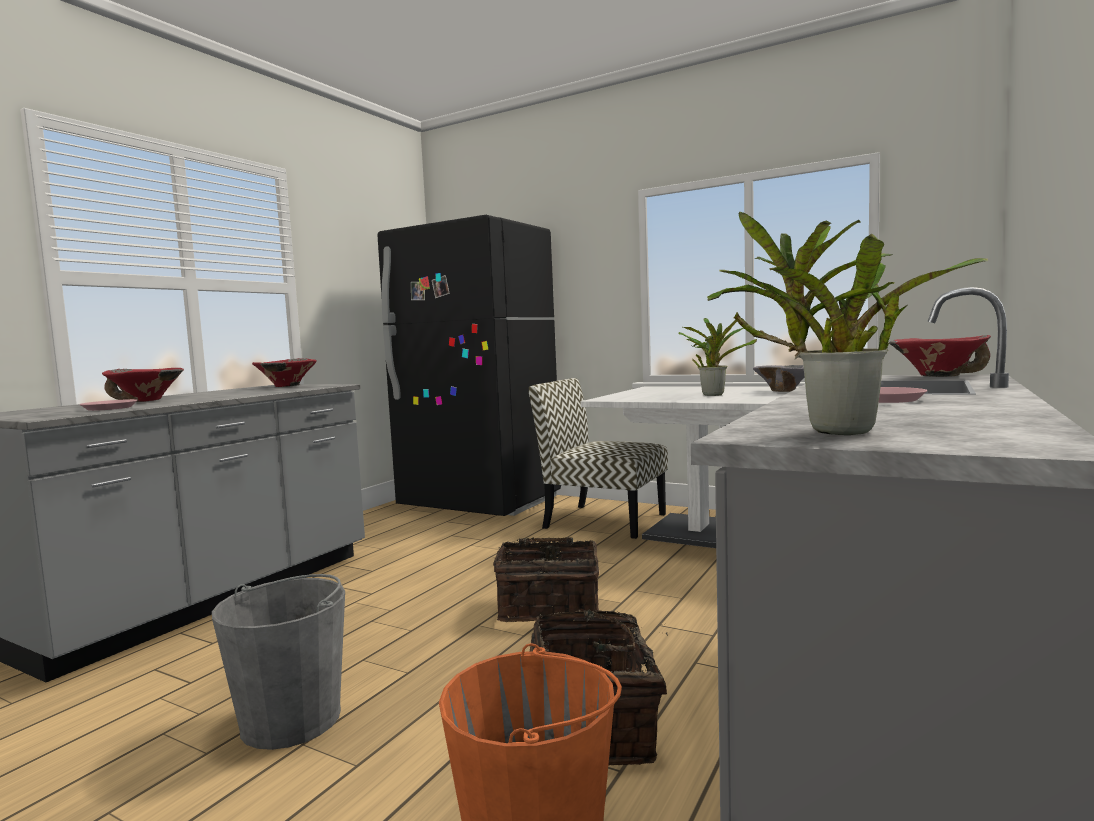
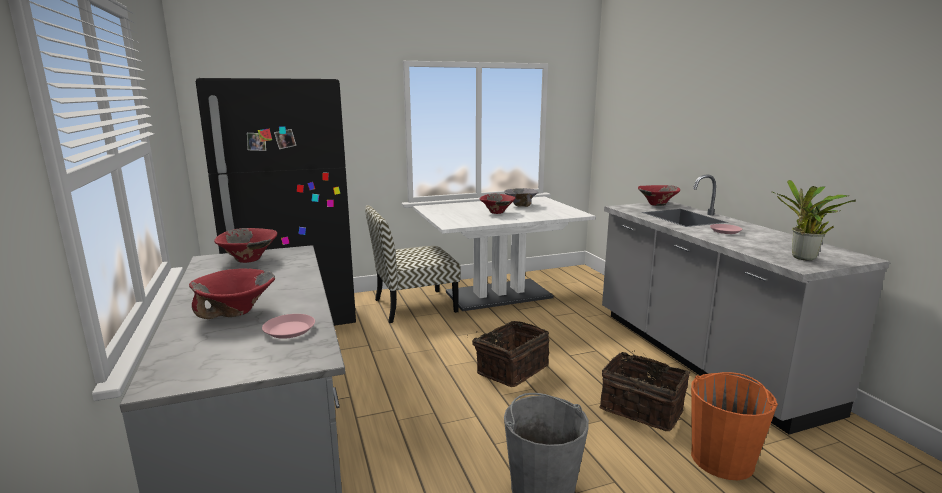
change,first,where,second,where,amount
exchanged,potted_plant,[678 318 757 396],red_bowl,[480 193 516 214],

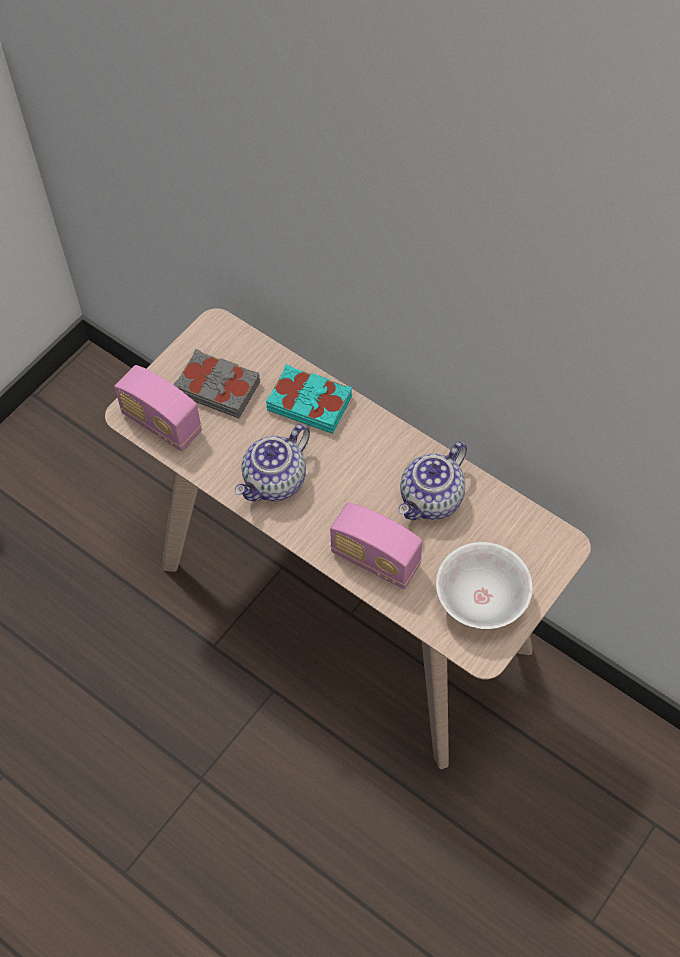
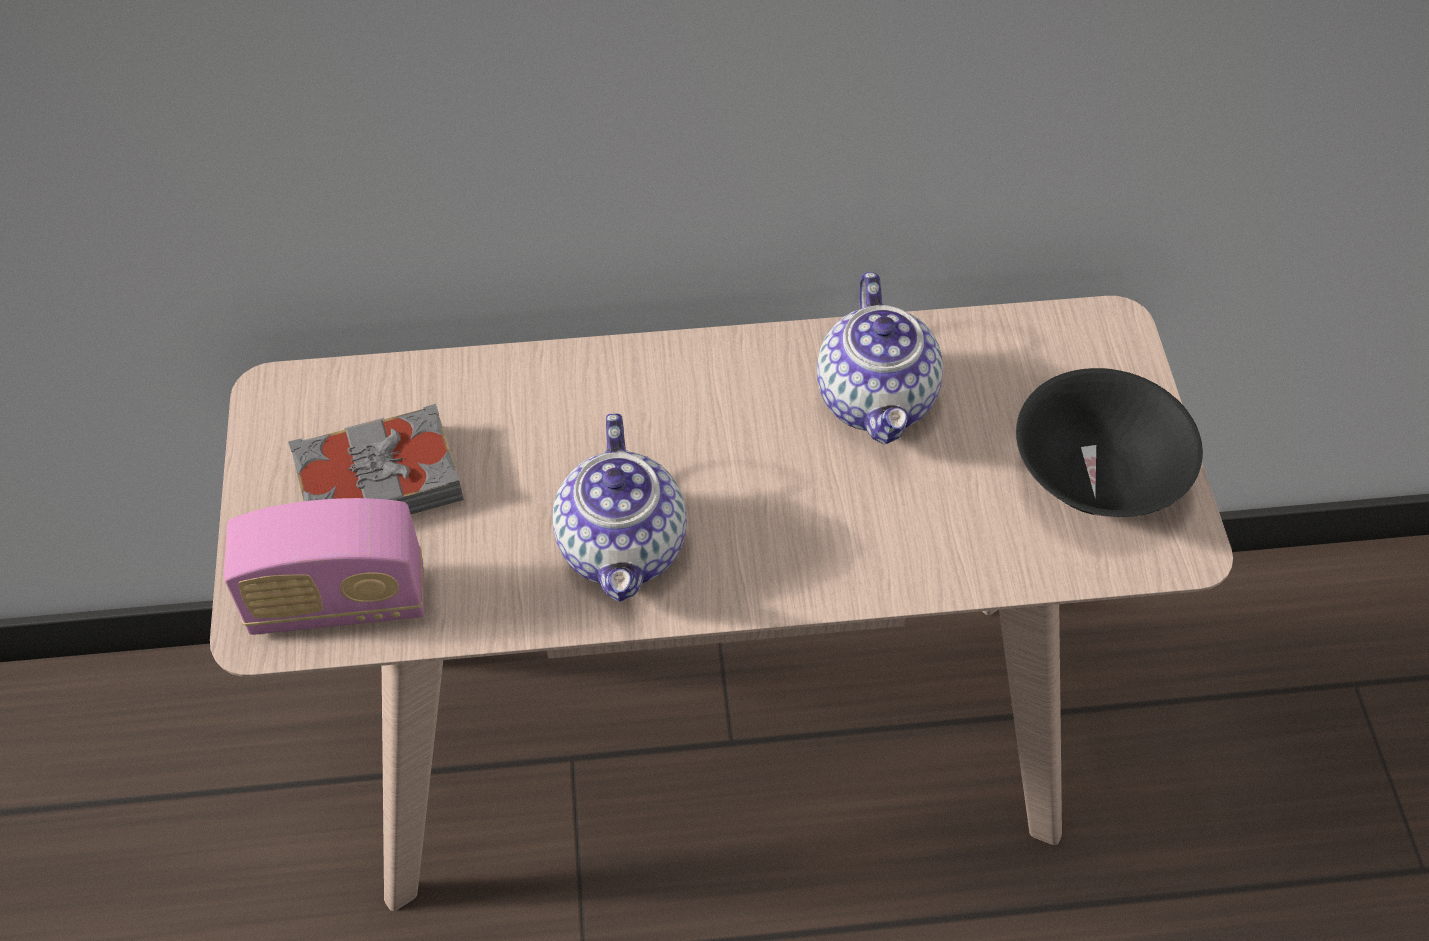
change,first,where,second,where,amount
colour,white_bowl,[436 542 533 629],black_bowl,[1016 368 1203 517],
missing,turquoise_book,[266 364 352 434],,,
missing,radio,[330 502 422 589],,,

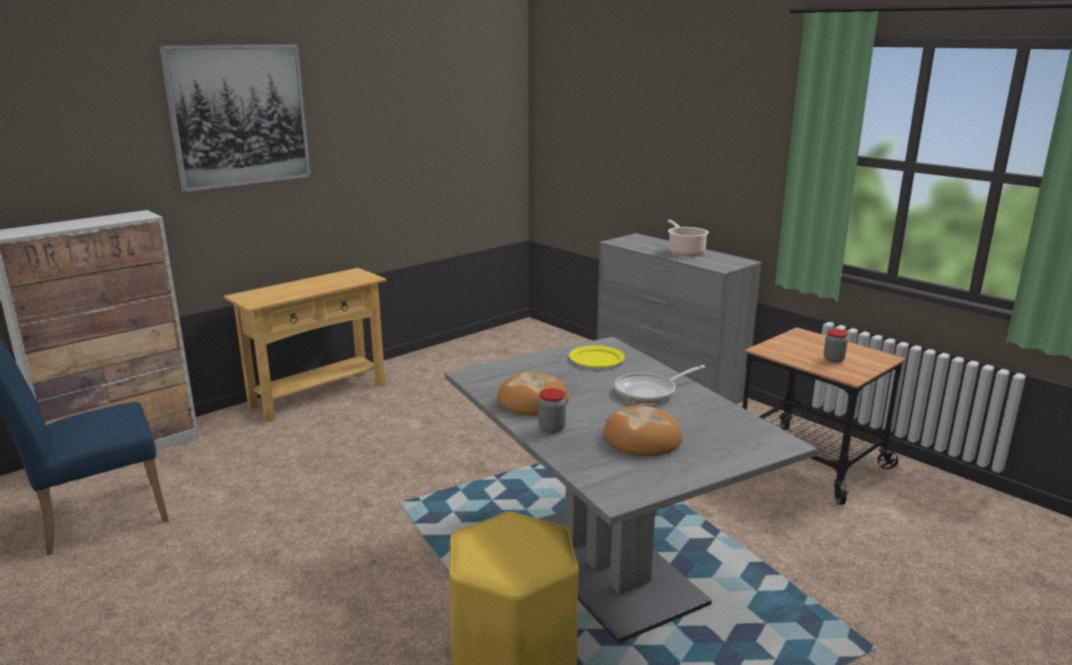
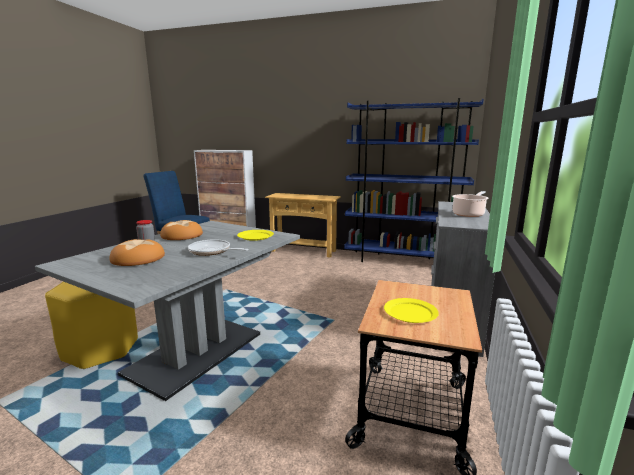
change,first,where,second,where,amount
appeared,,,blue_bookcase,[344 98 484 262],
exchanged,jar,[824 329 848 363],yellow_plate,[384 298 439 323],
missing,picture,[159 44 311 192],,,

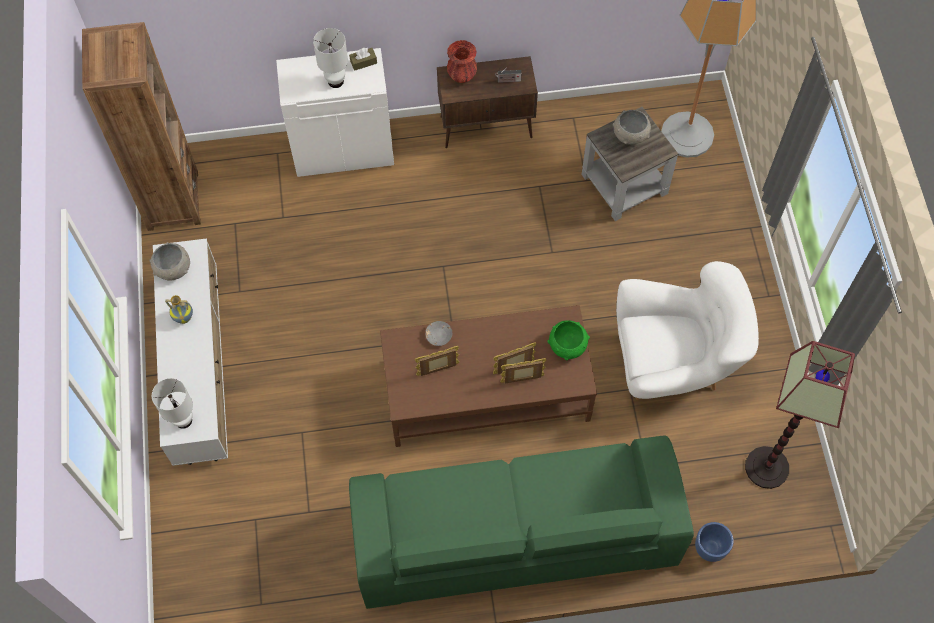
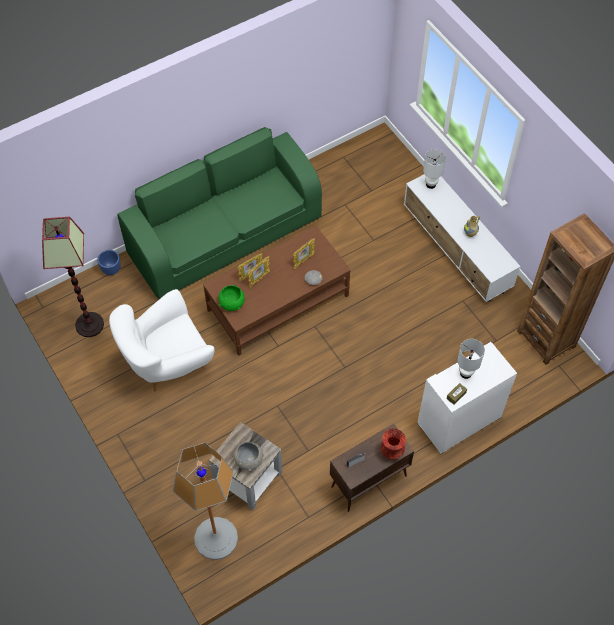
change,first,where,second,where,amount
missing,grey_bowl,[149 242 190 281],,,

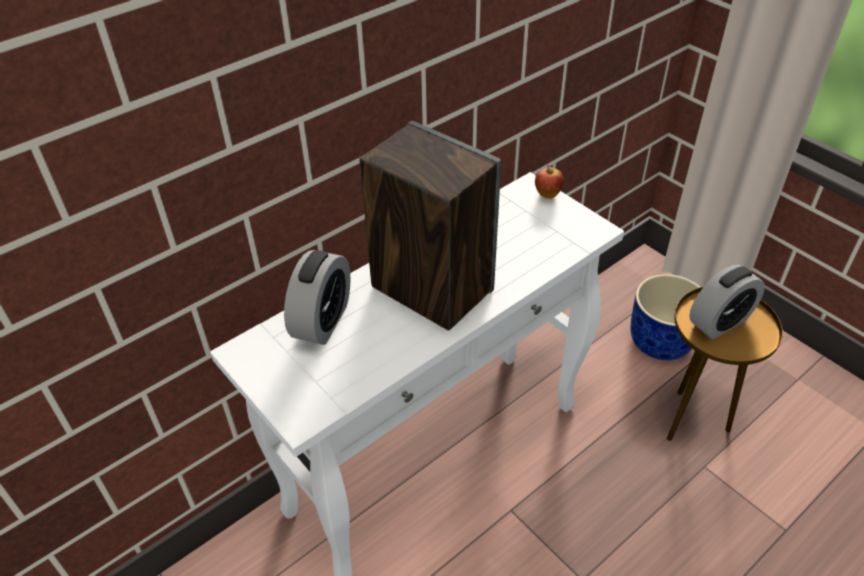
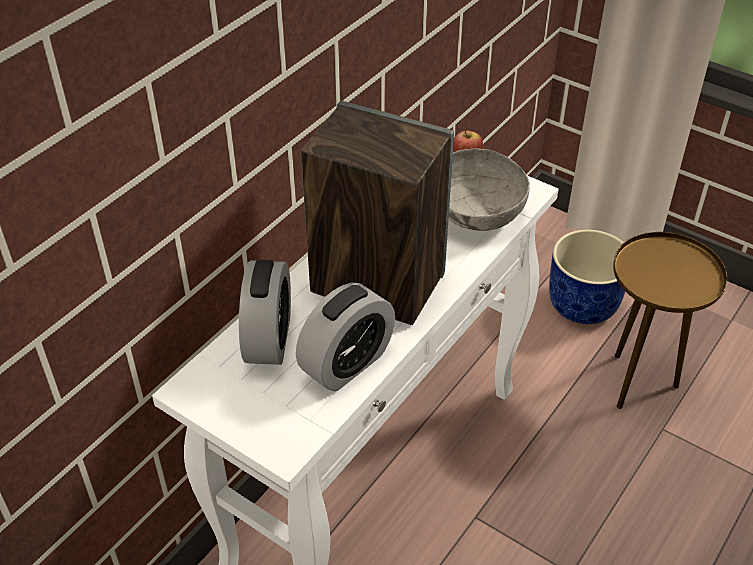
change,first,where,second,where,amount
relocated,alarm_clock,[689 265 765 339],,[296 283 395 391],
appeared,,,grey_bowl,[449 148 530 231],

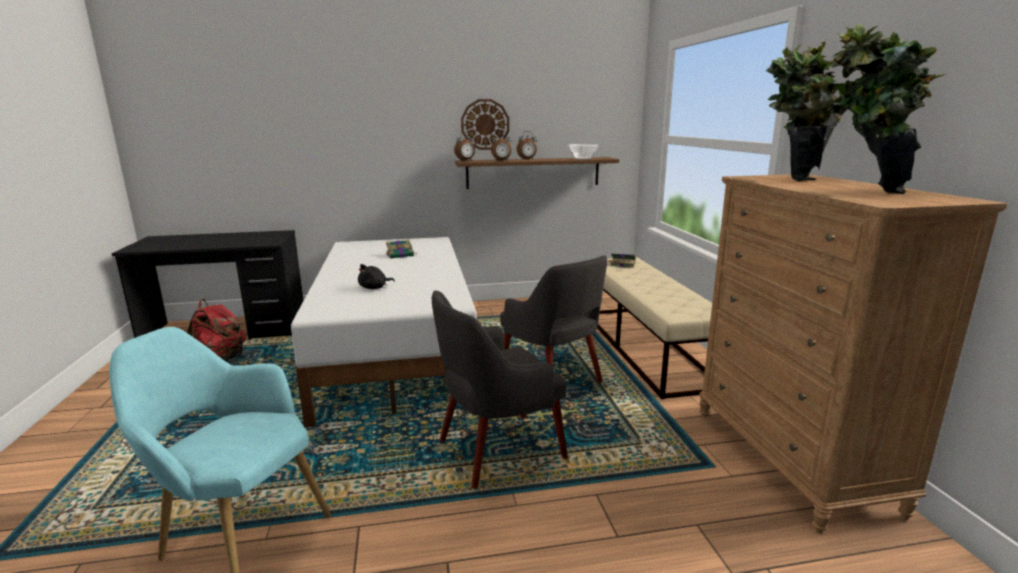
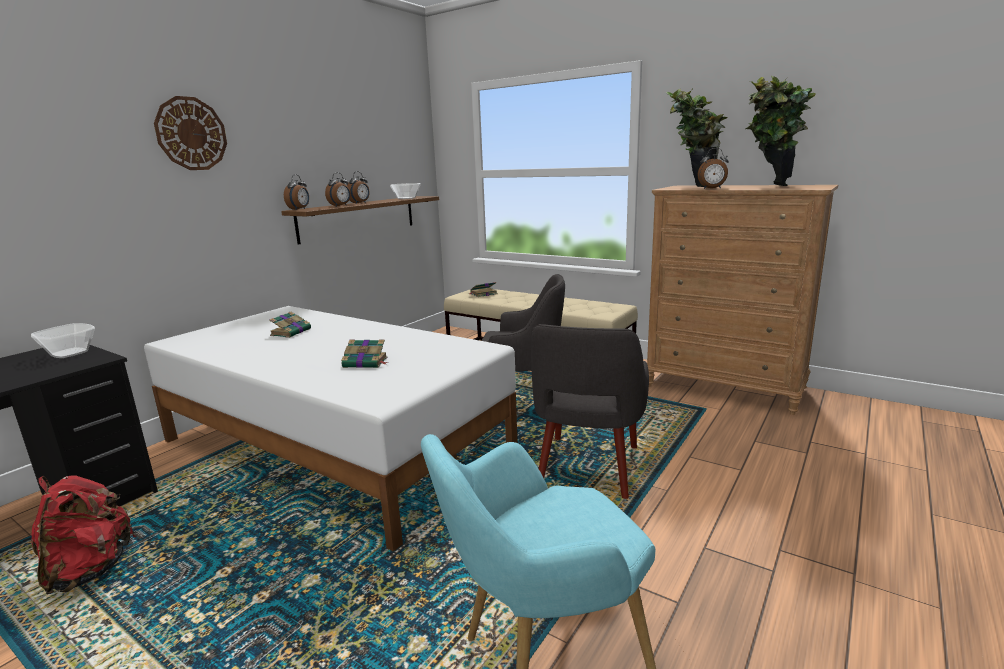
change,first,where,second,where,amount
appeared,,,bowl,[31 323 95 358],
relocated,wall_clock,[461 99 509 150],,[154 96 227 170],
exchanged,black_plush_toy,[358 264 395 289],book,[341 340 388 368],
appeared,,,alarm_clock,[697 148 729 189],

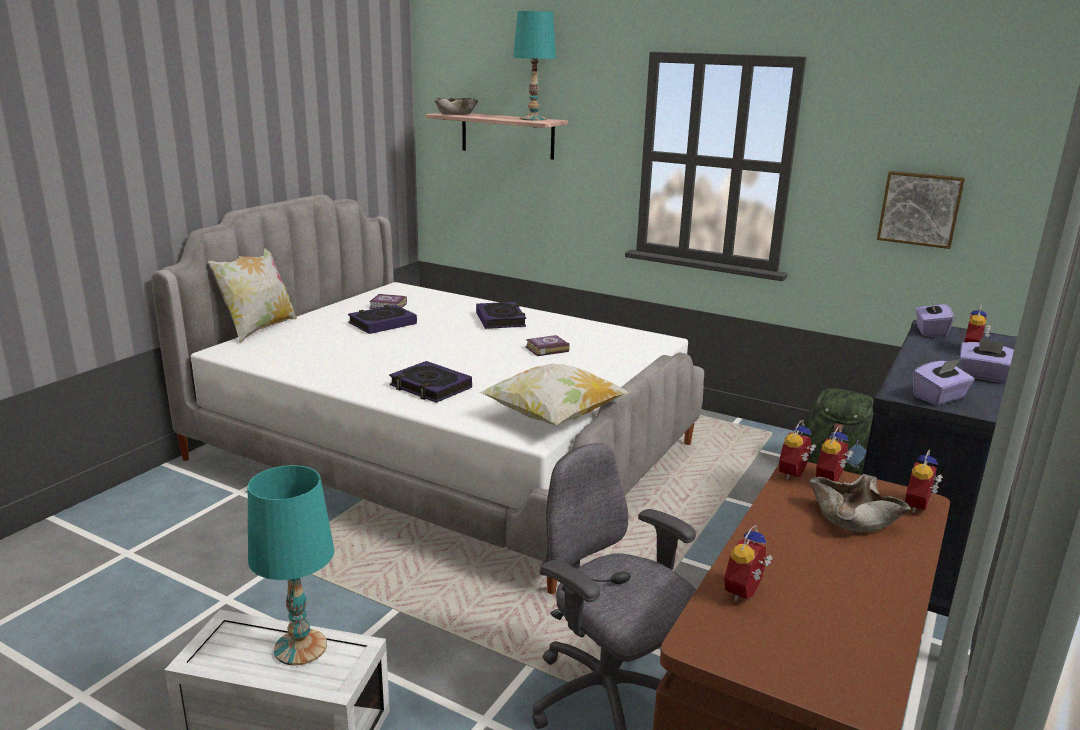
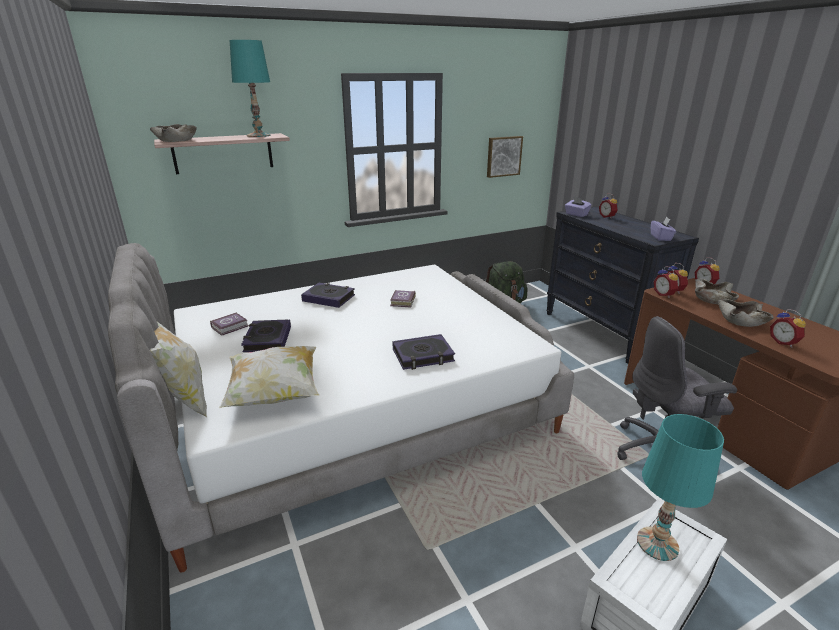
change,first,where,second,where,amount
relocated,pillow,[478 363 629 425],,[219 346 319 408],
appeared,,,beige_bowl,[718 299 774 327],
missing,purple_tissue_box,[960 339 1014 383],,,

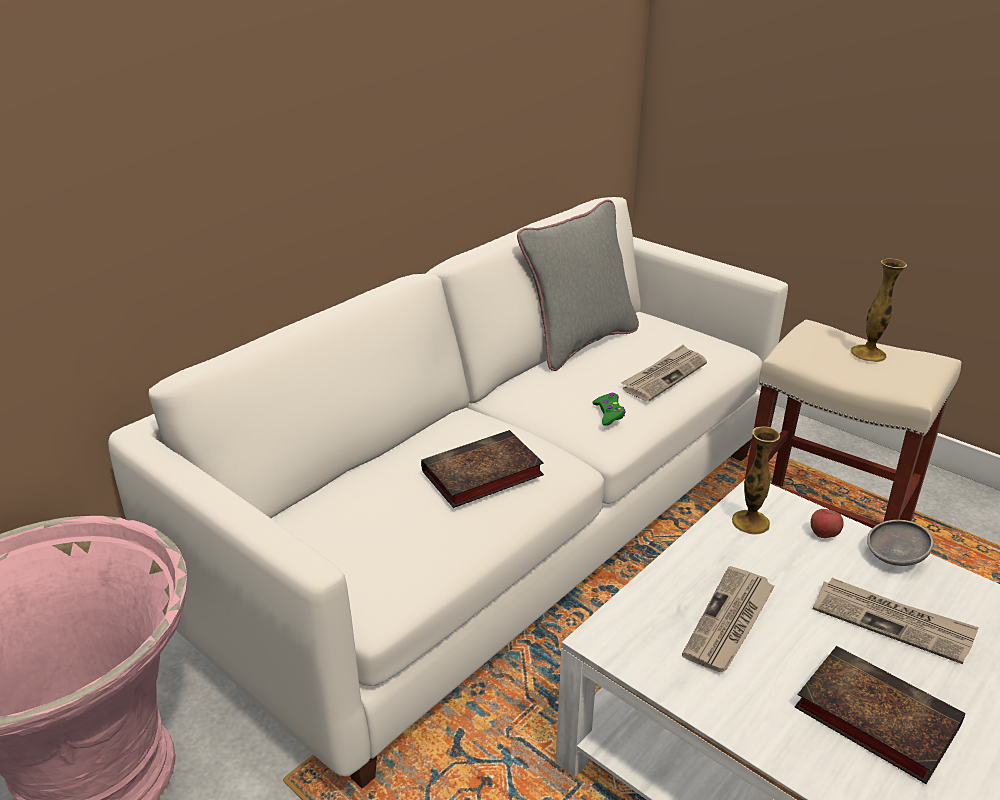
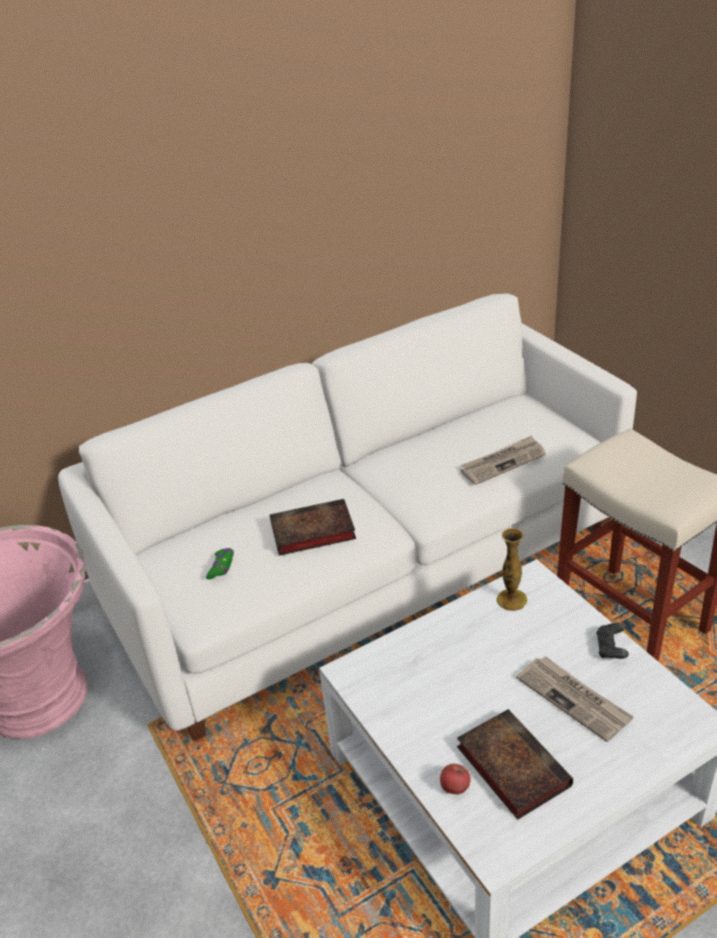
change,first,where,second,where,amount
relocated,green_game_controller,[592 393 625 426],,[206 548 234 579],
relocated,apple,[811 509 844 538],,[440 764 471 794],
exchanged,grey_bowl,[867 520 934 566],black_game_controller,[596 623 629 659],
missing,grey_pillow,[517 199 639 371],,,
missing,newspaper,[682 566 775 672],,,
missing,vase,[850 258 907 362],,,

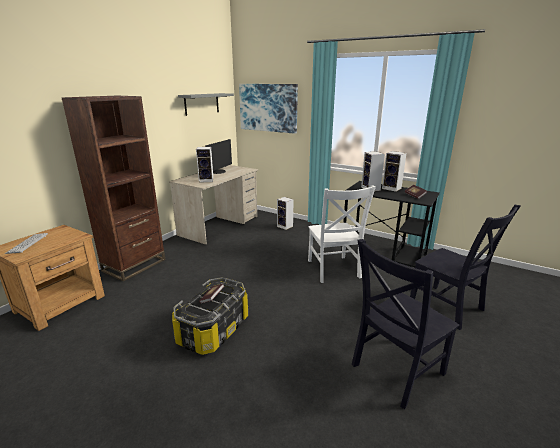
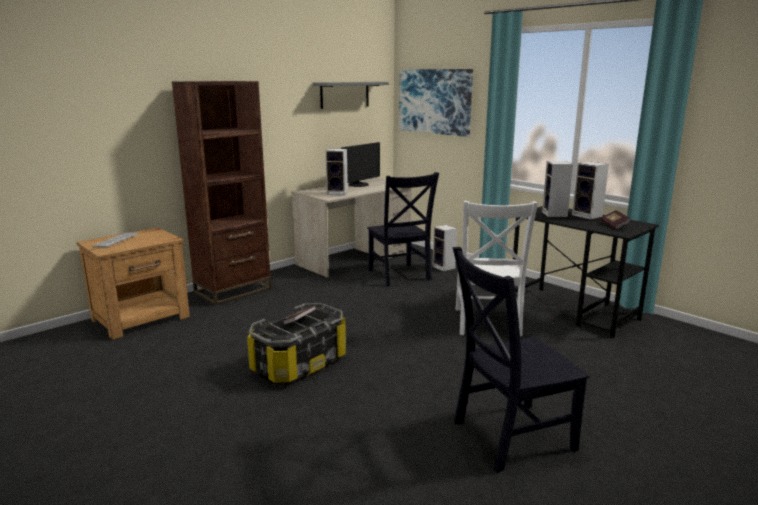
change,first,where,second,where,amount
relocated,black_chair,[410 205 521 330],,[367 172 439 286],

